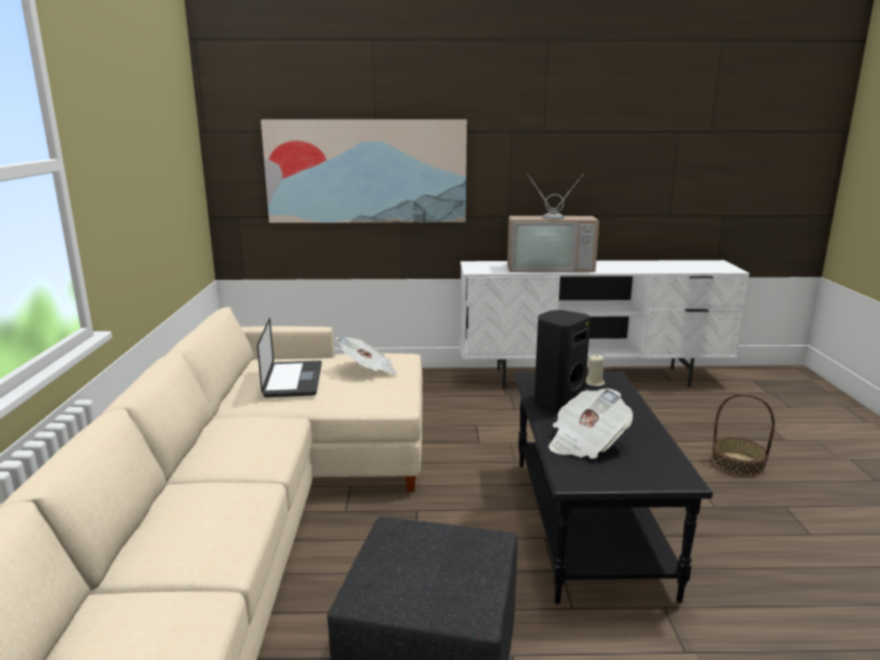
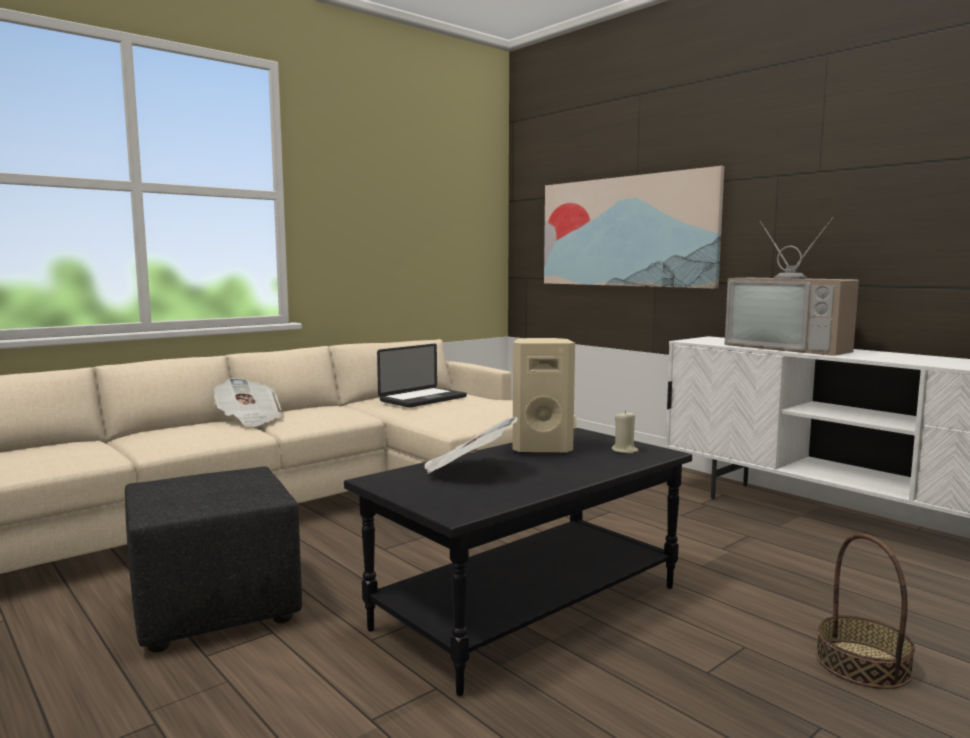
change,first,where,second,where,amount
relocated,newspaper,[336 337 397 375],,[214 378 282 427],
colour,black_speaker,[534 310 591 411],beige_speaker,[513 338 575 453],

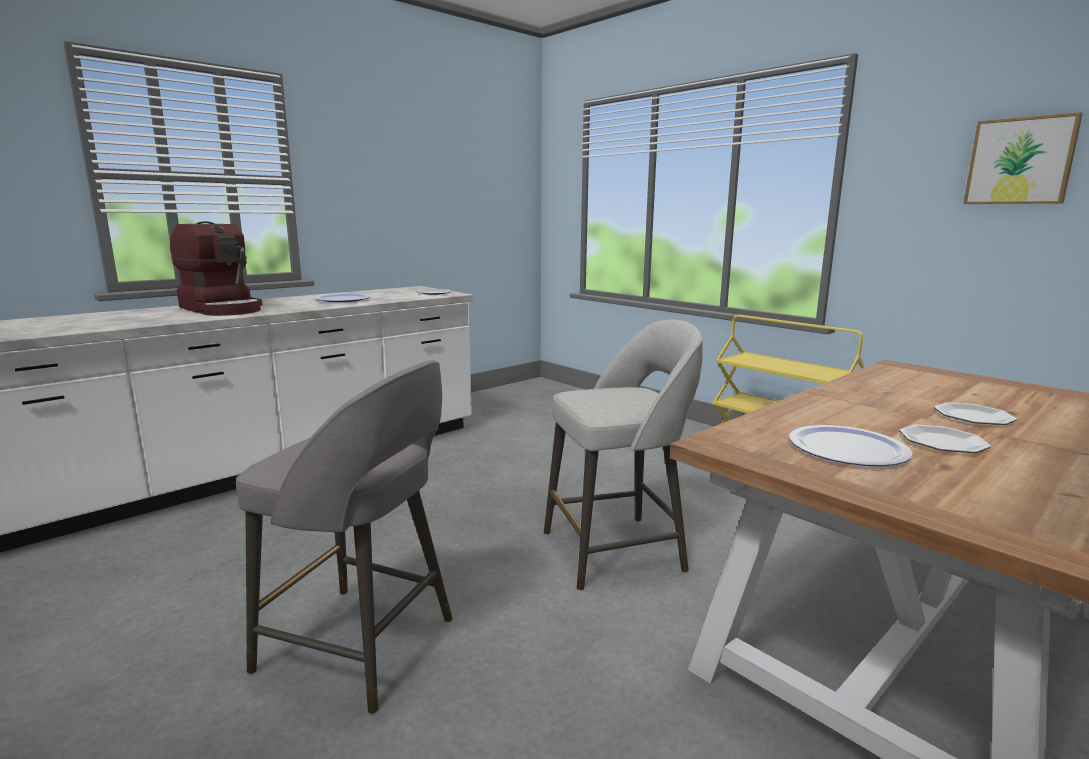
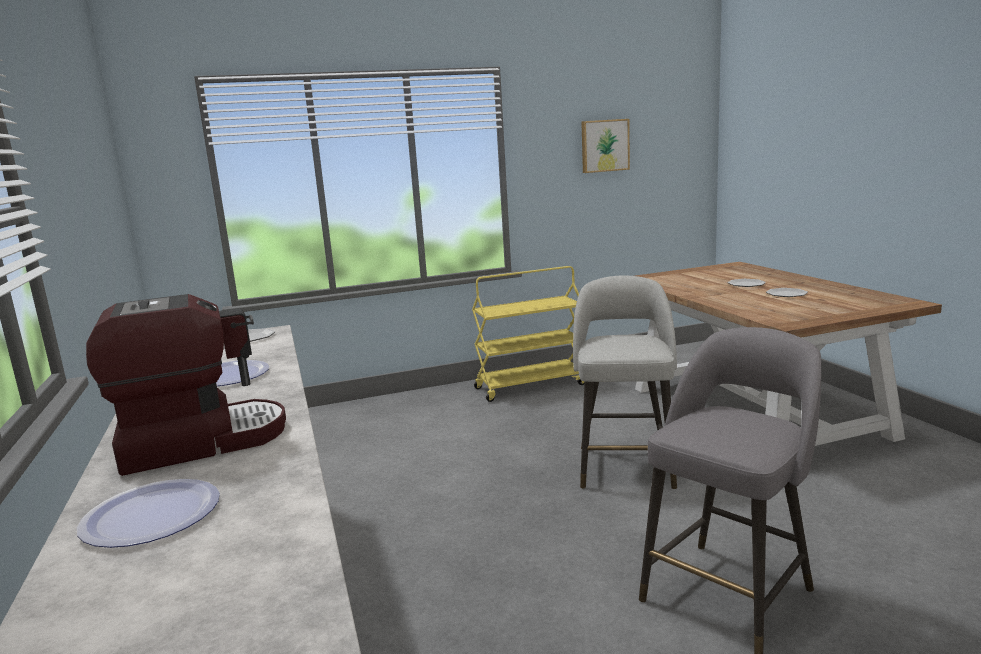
change,first,where,second,where,amount
relocated,plate,[789 425 913 466],,[77 479 220 548],

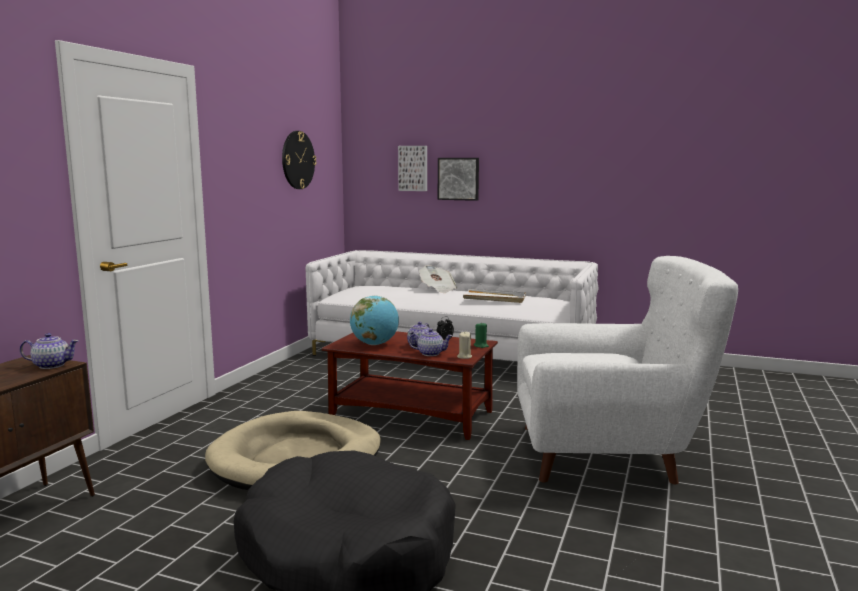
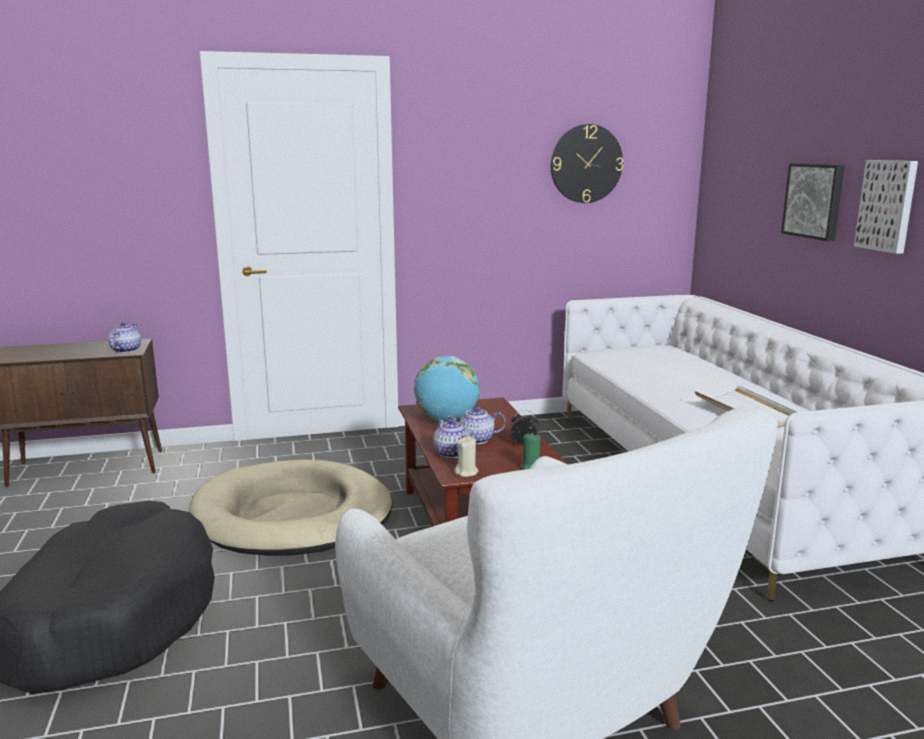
change,first,where,second,where,amount
spun,teapot,[20 333 79 369],,[108 322 141 353],135 degrees counterclockwise
relocated,picture,[398 146 427 191],,[854 160 918 254],
missing,newspaper,[419 265 457 293],,,

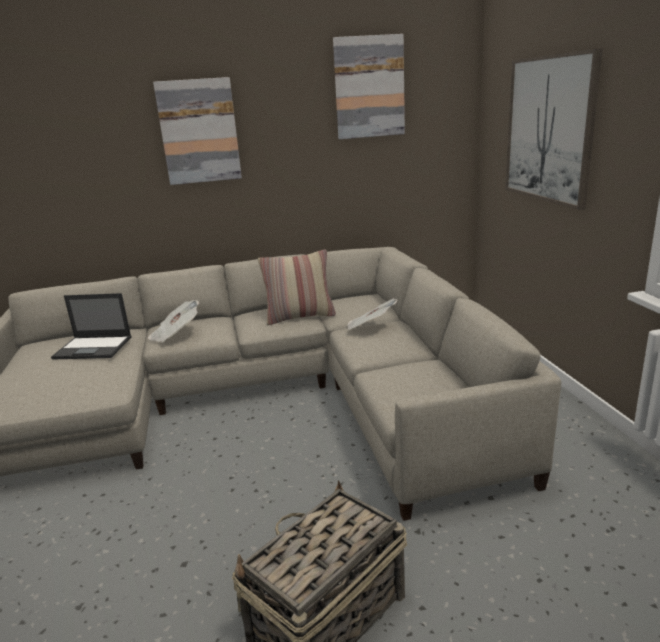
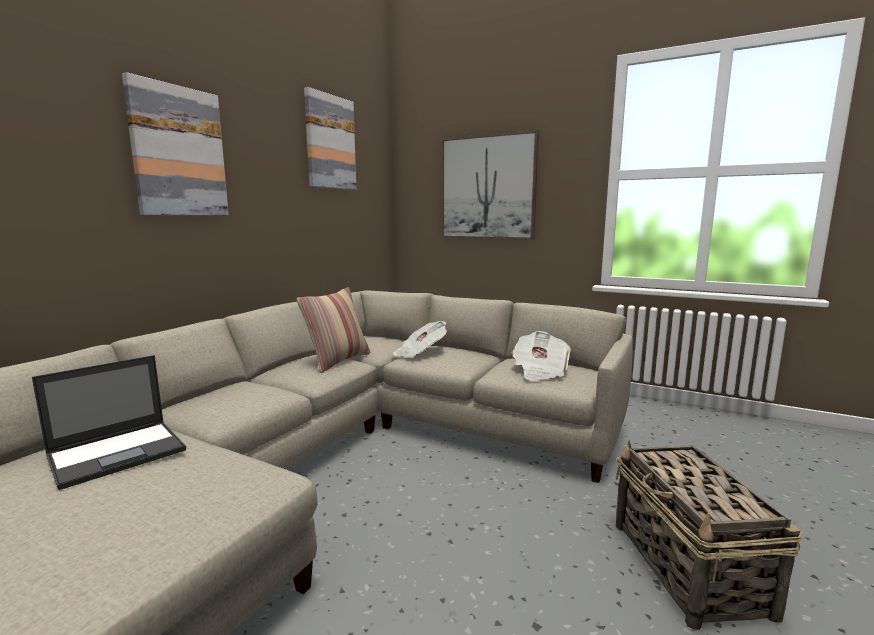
change,first,where,second,where,amount
relocated,newspaper,[148 300 199 343],,[512 331 571 381],

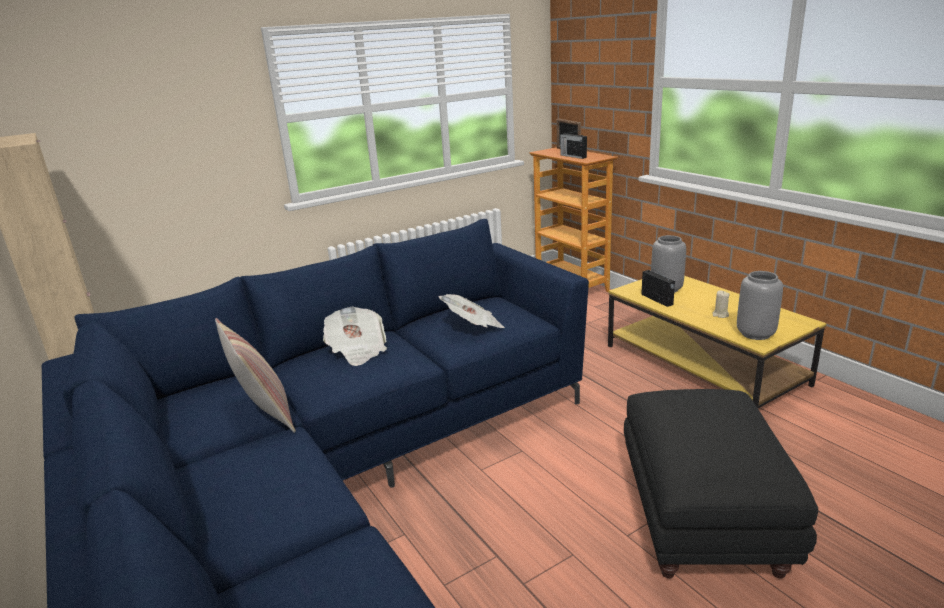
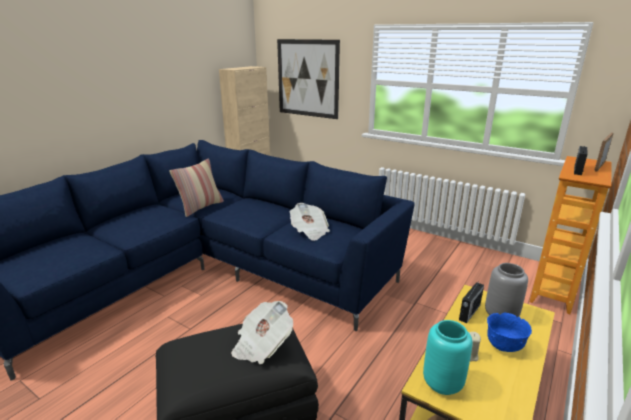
change,first,where,second,where,amount
relocated,newspaper,[323 306 387 366],,[231 301 293 364],
appeared,,,picture,[277 39 340 119],
colour,grey_vase,[737 271 783 340],turquoise_vase,[423 320 473 395],
appeared,,,blue_bowl,[487 312 532 352],

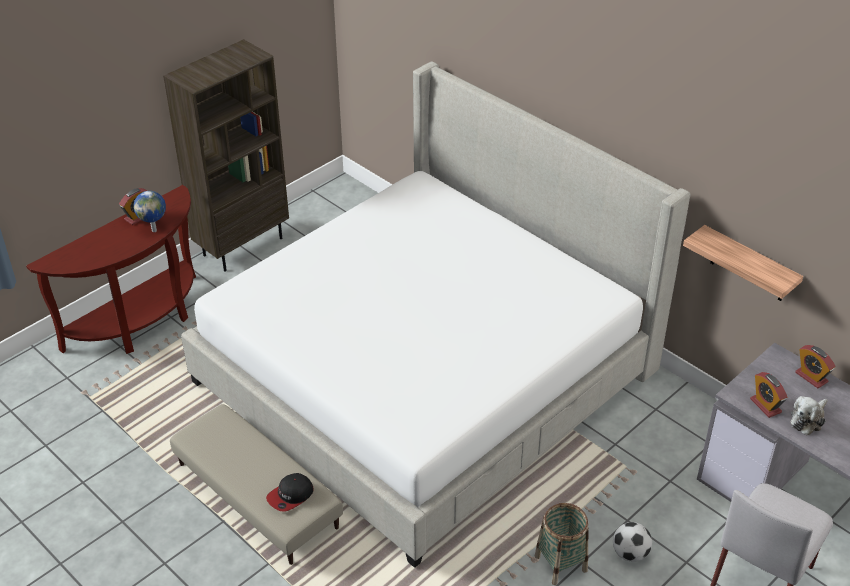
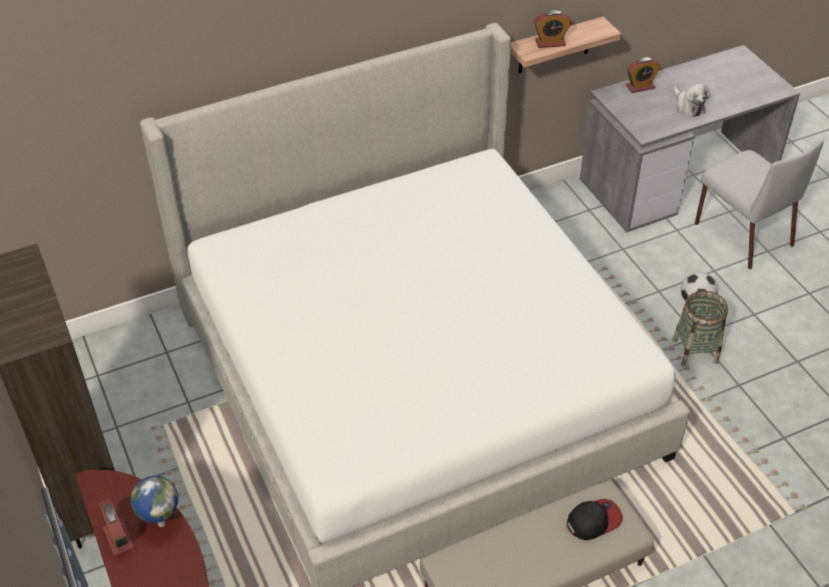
change,first,where,second,where,amount
relocated,alarm_clock,[750 372 787 418],,[534 10 571 48],
spun,cap,[266 473 313 512],,[567 499 623 540],90 degrees counterclockwise

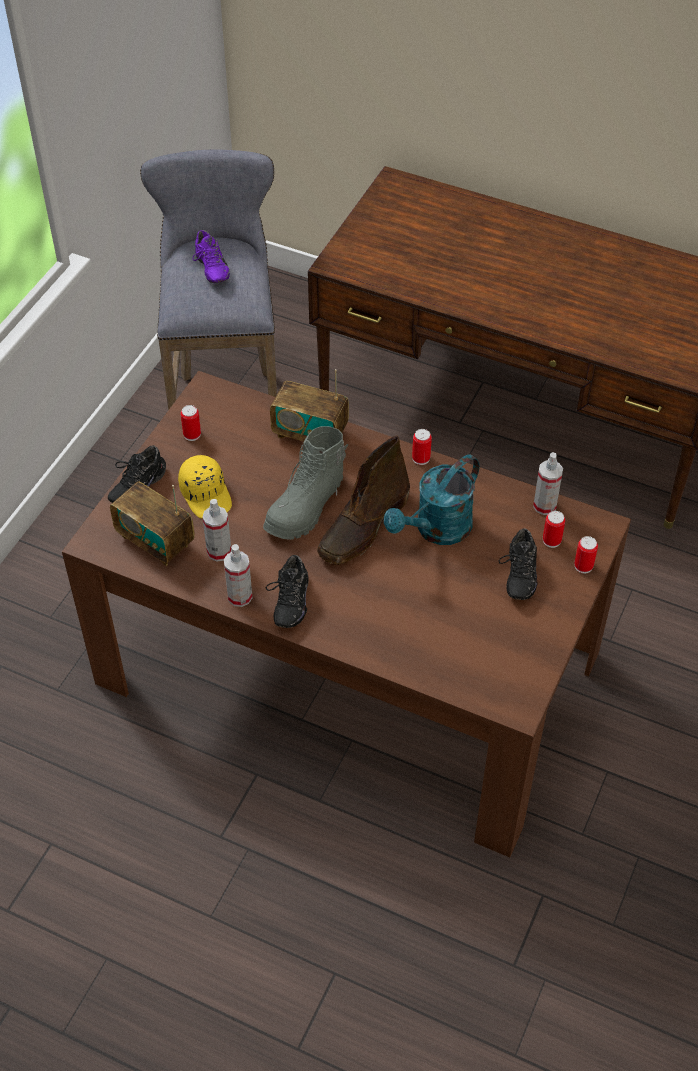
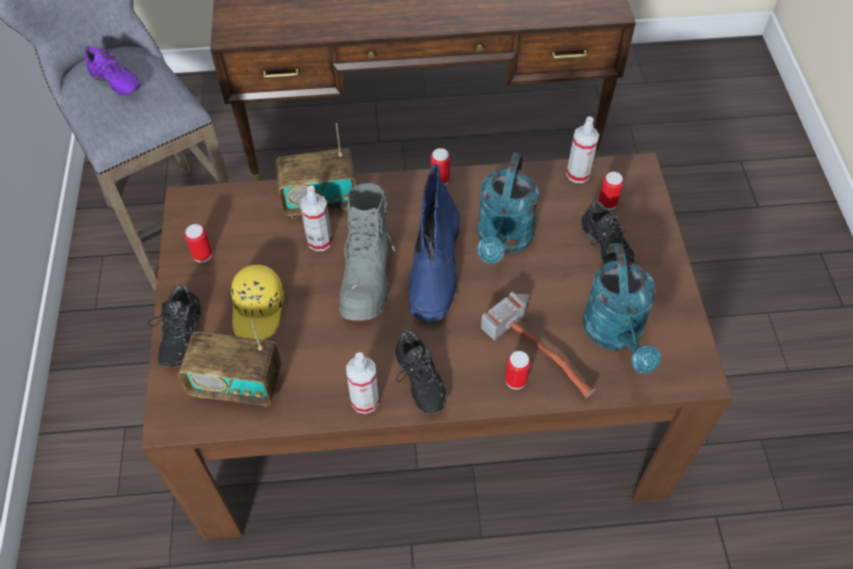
change,first,where,second,where,amount
spun,yellow_cap,[178 455 232 519],,[231 265 284 339],60 degrees clockwise
relocated,spray_bottle,[202 499 232 561],,[300 186 333 251],
colour,brown_boot,[317 436 410 565],blue_boot,[409 164 460 322],
appeared,,,hammer,[481 292 595 398],
relocated,can,[574 536 598 573],,[505 351 531 389],
appeared,,,turquoise_watering_can,[582 243 661 373],

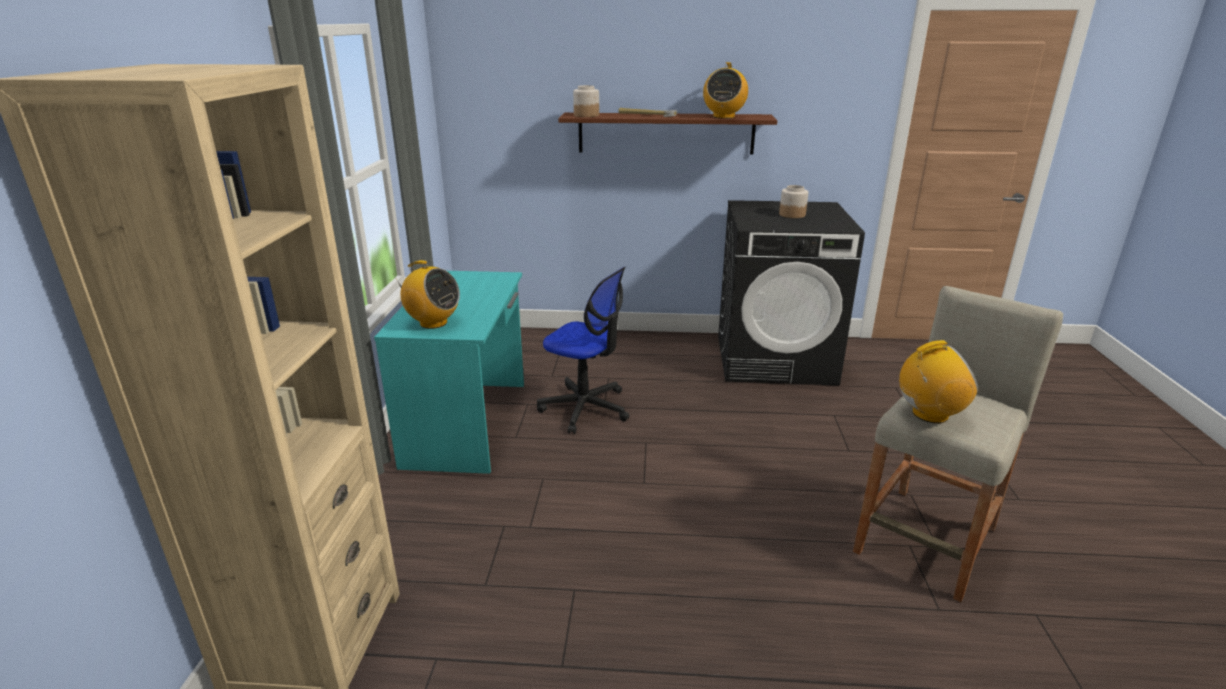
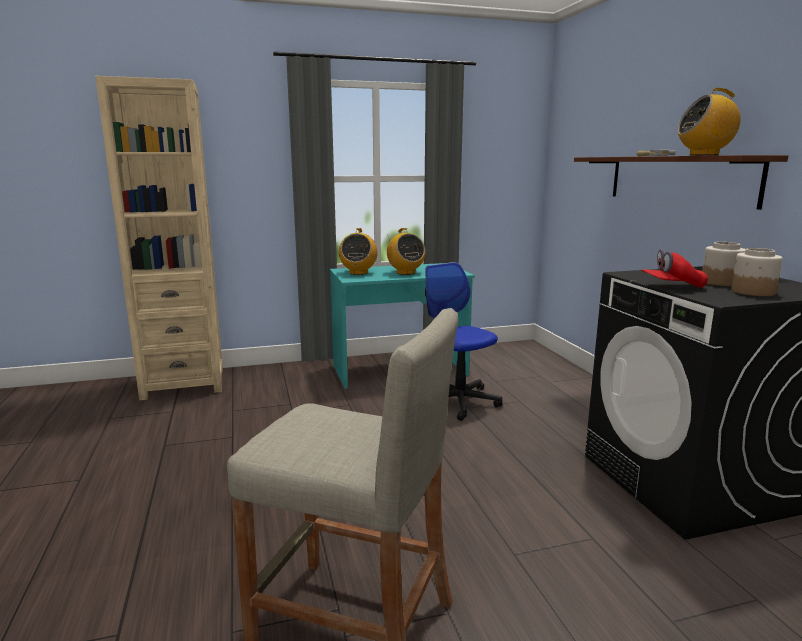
change,first,where,second,where,amount
relocated,radio,[899 340 979 423],,[387 228 425 275],
spun,office_chair,[537 267 629 434],,[425 262 502 421],135 degrees clockwise
appeared,,,red_cap,[641 249 708 288],
relocated,jar,[573 85 599 117],,[731 248 783 296],

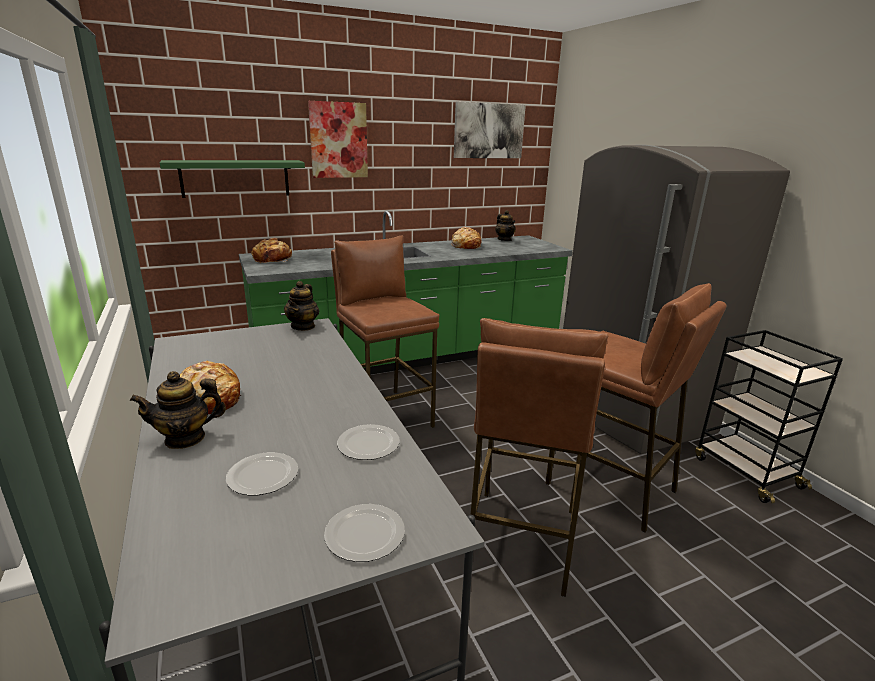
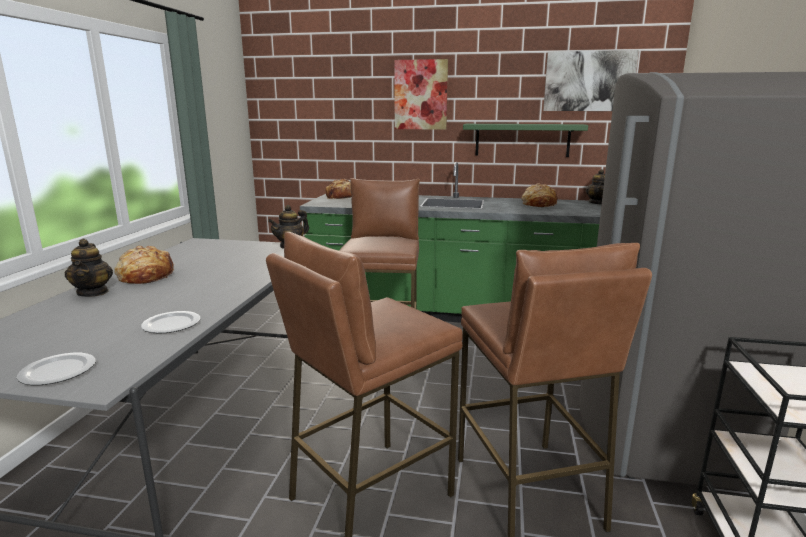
change,first,where,second,where,amount
spun,teapot,[130 371 226 449],,[65 239 113 297],120 degrees counterclockwise
relocated,green_shelf,[160 160 305 198],,[463 124 588 157],
missing,plate,[226 452 298 495],,,

